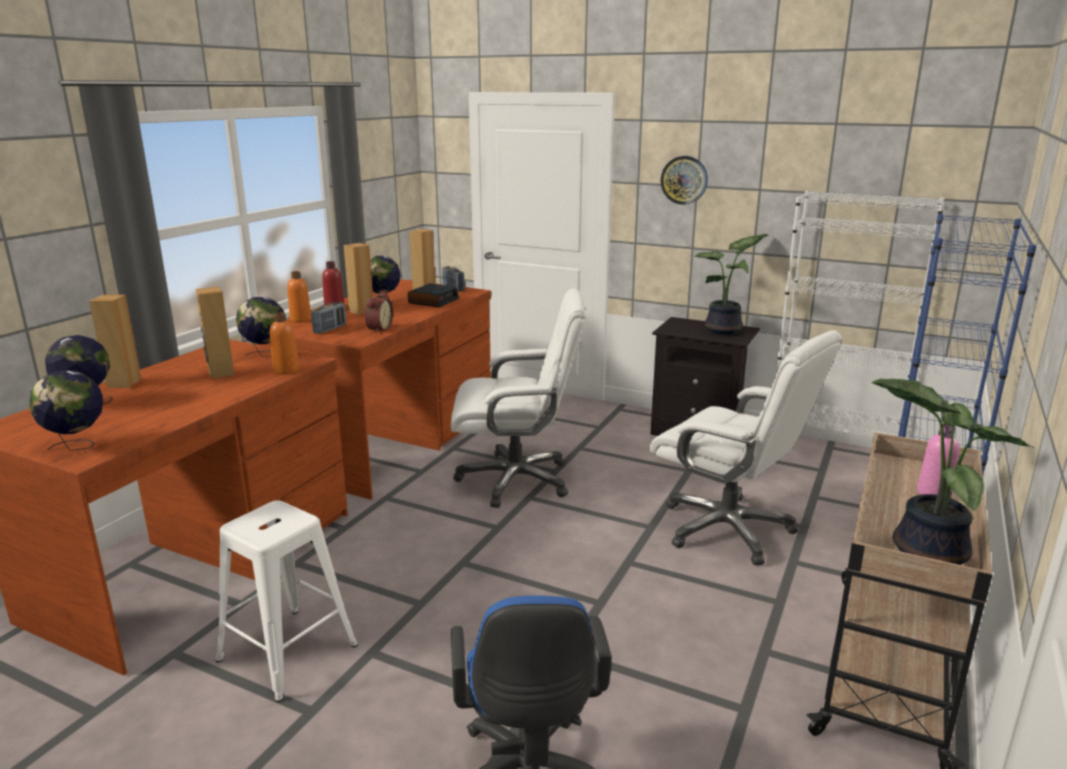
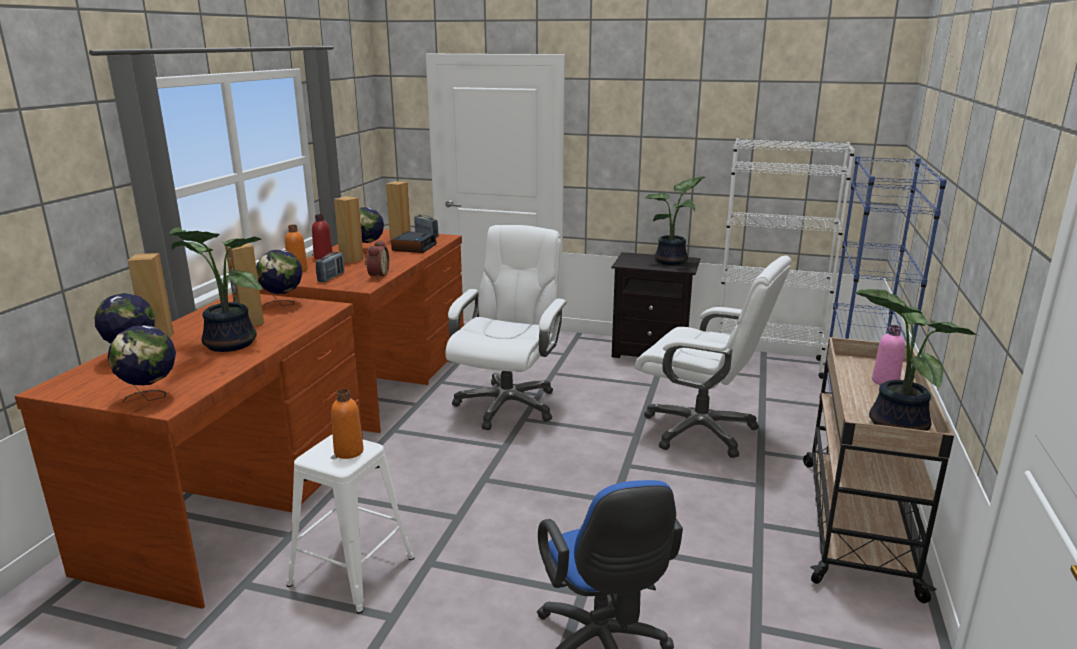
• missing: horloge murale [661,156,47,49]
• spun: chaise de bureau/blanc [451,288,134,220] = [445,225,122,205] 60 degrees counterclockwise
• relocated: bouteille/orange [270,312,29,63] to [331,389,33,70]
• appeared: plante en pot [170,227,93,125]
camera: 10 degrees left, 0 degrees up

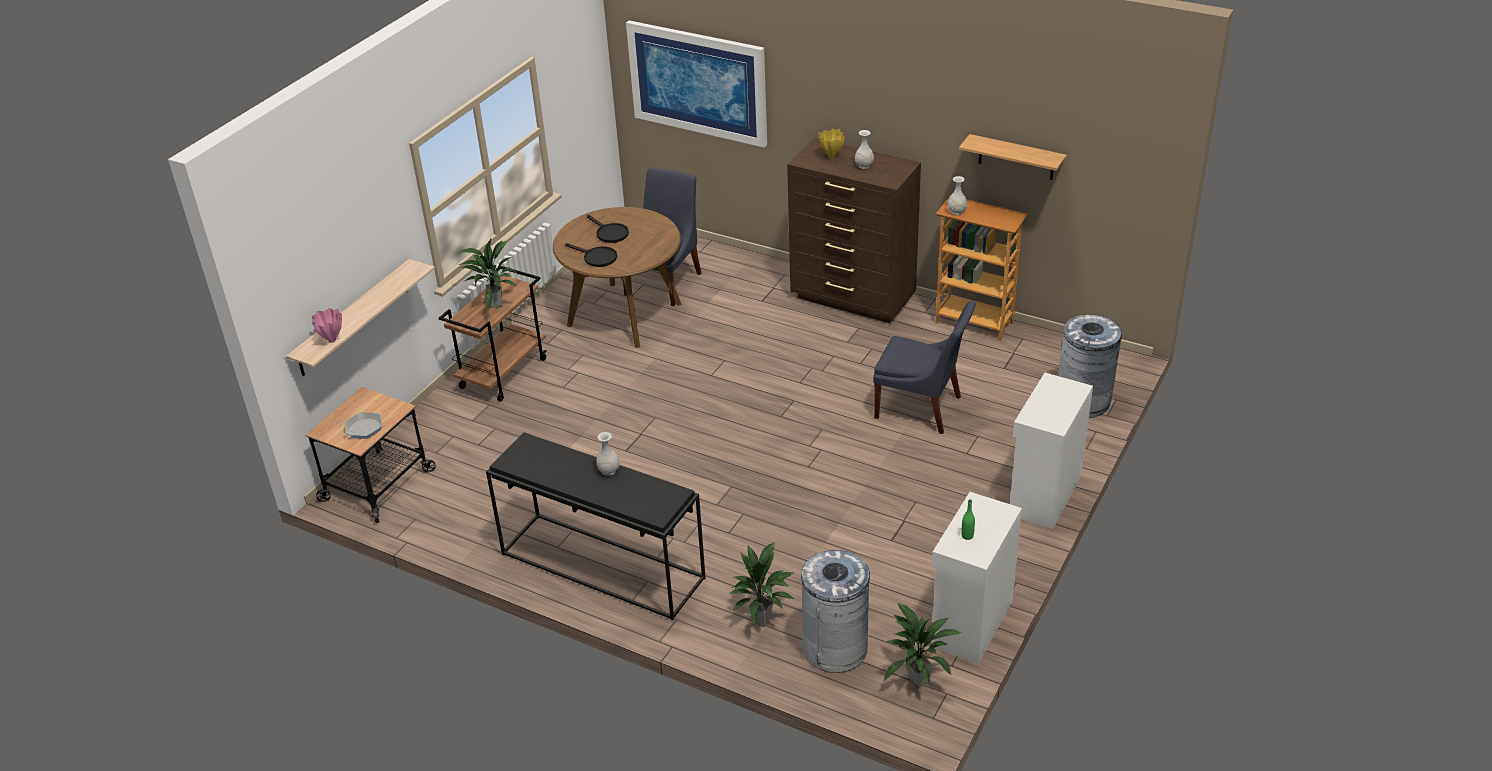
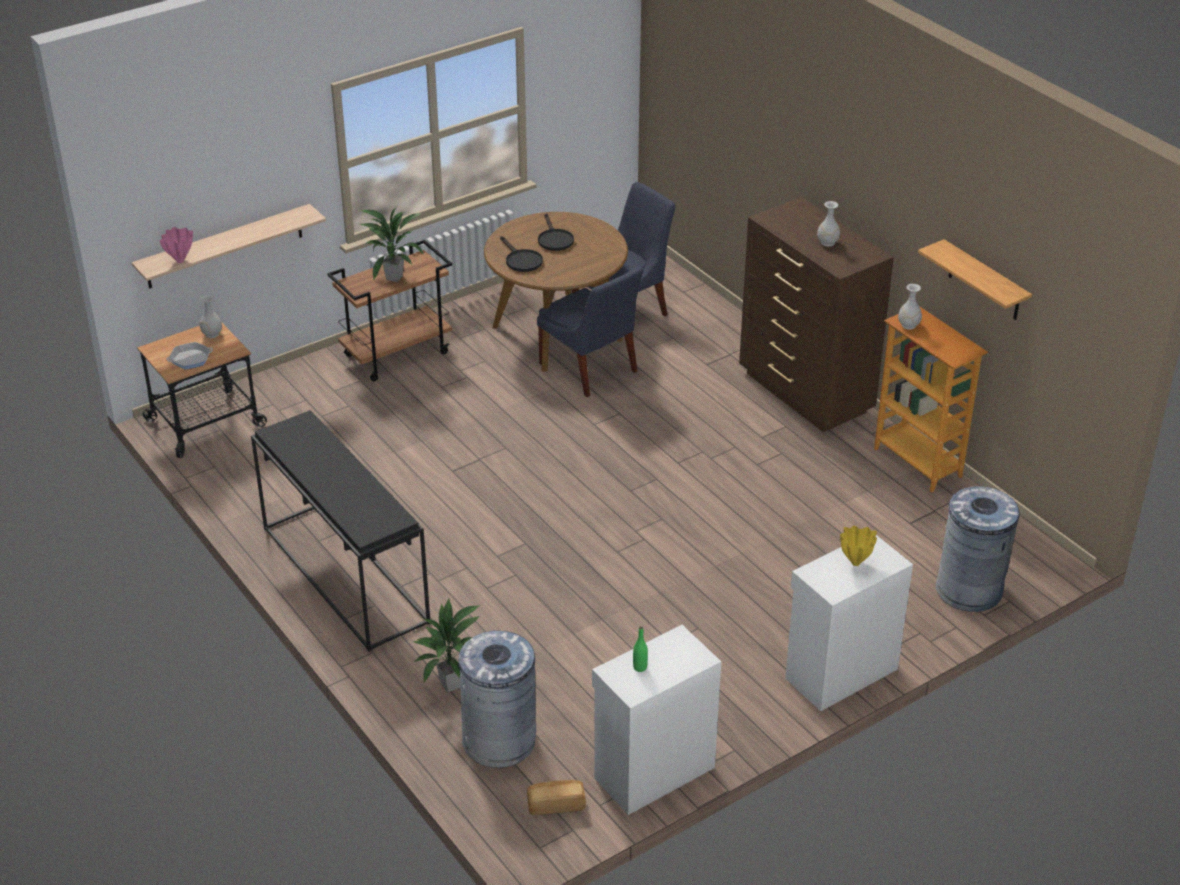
• missing: tableau [626,20,141,128]
• relocated: vase/jaune [818,129,27,29] to [840,526,37,40]
• relocated: chaise/bleu [873,301,103,133] to [537,267,107,130]
• relocated: vase/blanc [596,432,24,44] to [200,295,22,43]
• exchanged: plante en pot [883,602,79,86] to pain [527,780,59,35]
camera: 25 degrees right, 0 degrees up

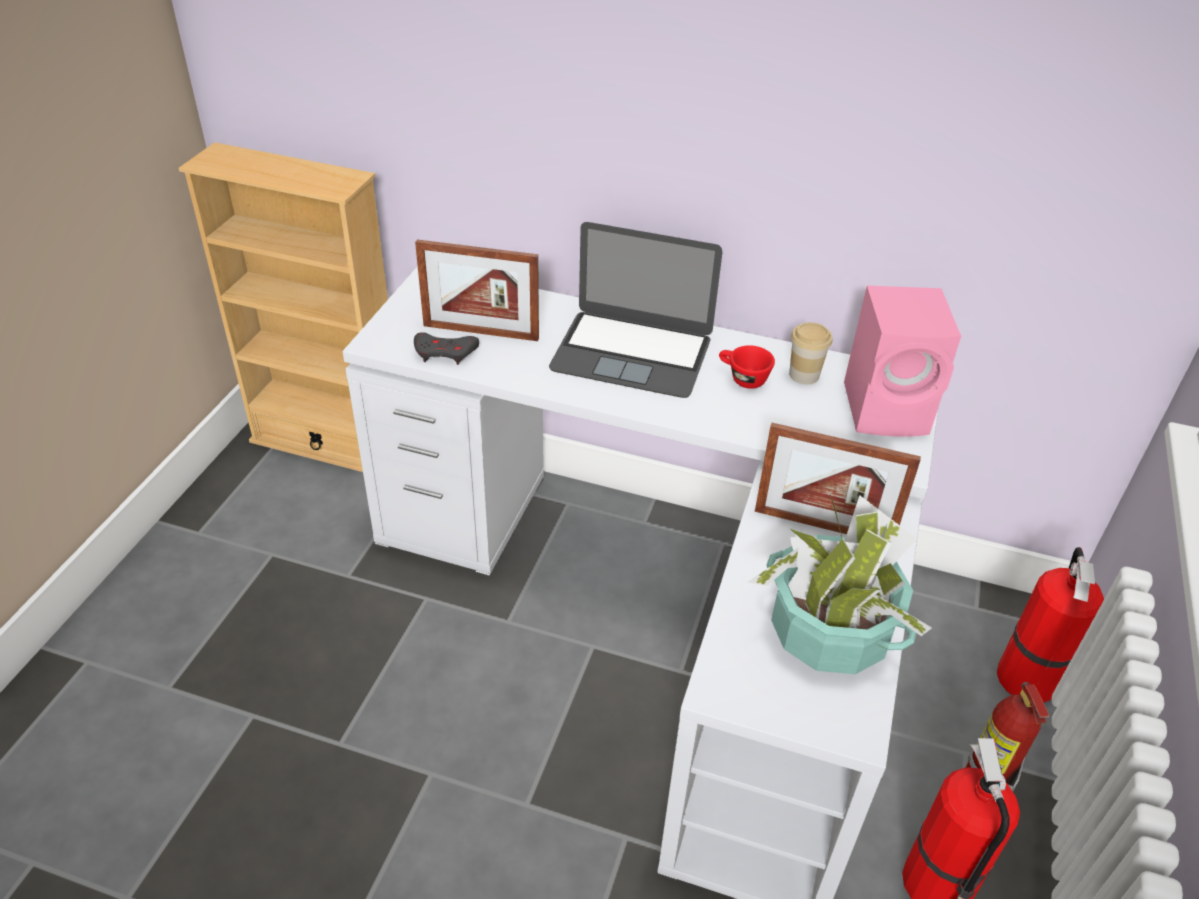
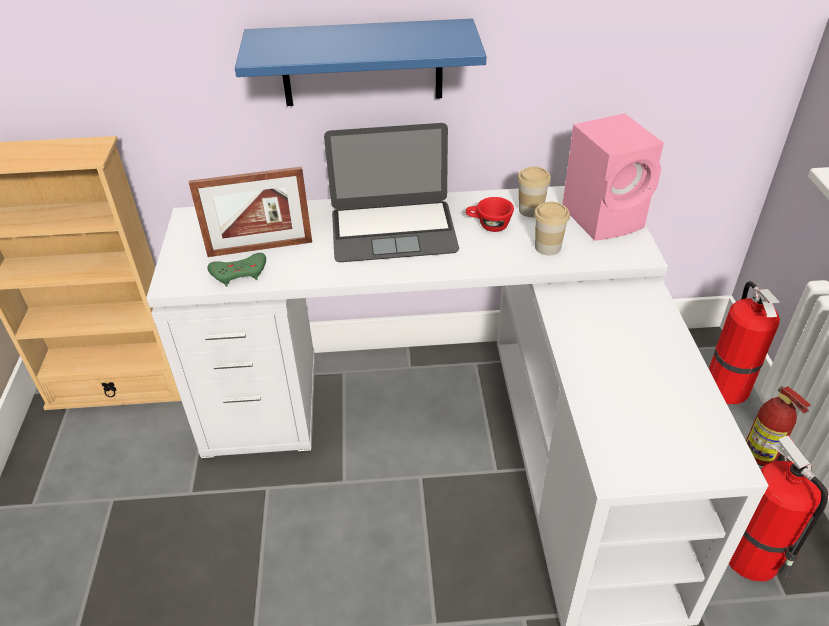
• colour: manette/gris [414,332,65,33] to manette/vert [207,253,59,33]
• missing: cadre photo [755,423,166,111]
• missing: plante en pot [748,491,184,183]
• appeared: étagère/bleu [235,19,251,87]
• appeared: tasse [534,202,36,53]
camera: 20 degrees left, 0 degrees up

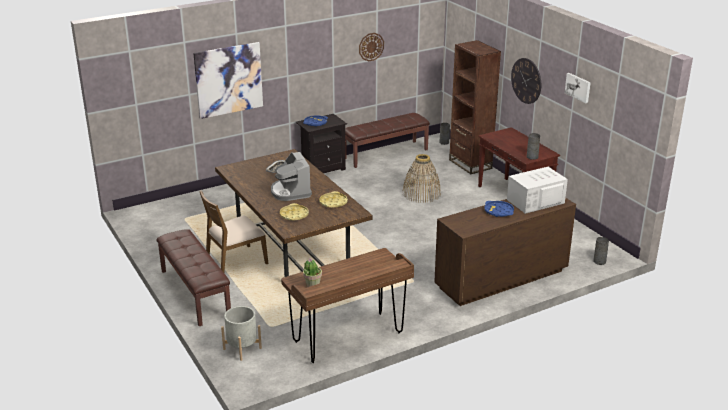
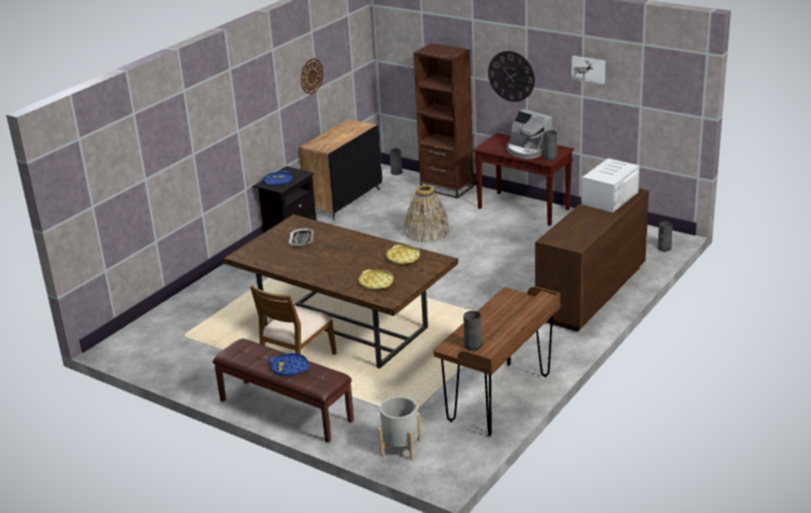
• missing: tableau [193,42,70,77]
• exchanged: banc/marron [345,113,85,55] to meuble de rangement/noir [299,119,83,101]
• relocated: machine à café [271,152,41,49] to [507,109,45,50]
• relocated: plateau/bleu [484,201,30,16] to [269,353,41,23]
• exchanged: plante en pot [303,259,19,28] to vase/gris [463,311,19,40]
camera: 25 degrees left, 0 degrees up

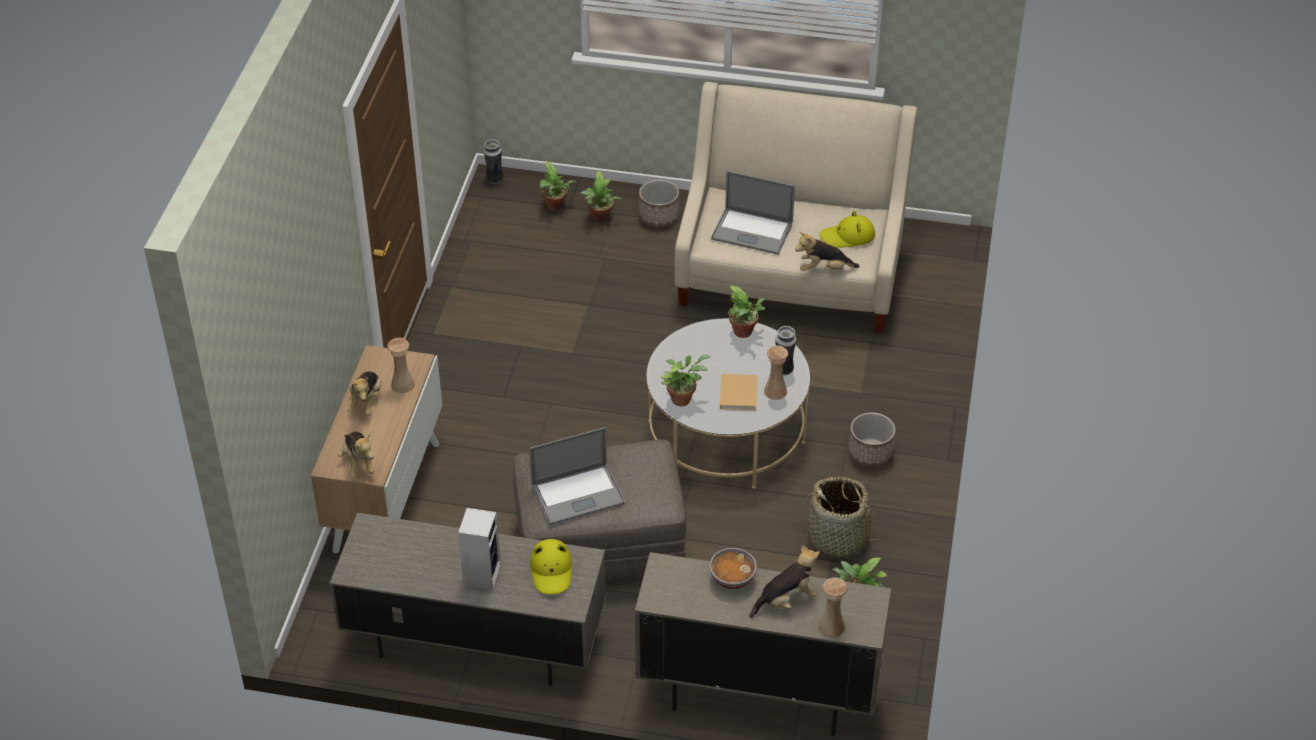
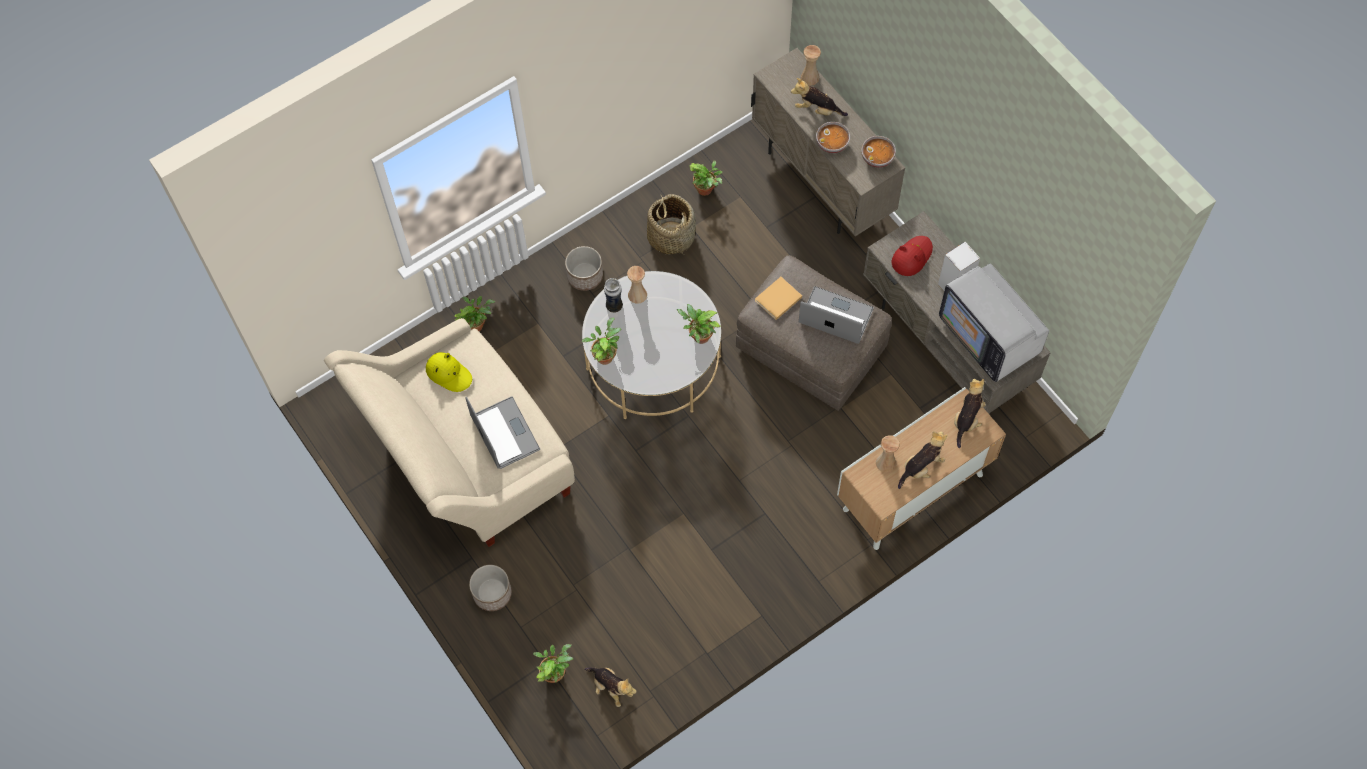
• missing: vase [484,139,20,45]
• relocated: plante en pot [580,171,42,51] to [454,296,41,35]
• relocated: peluche [795,232,65,39] to [584,667,53,40]
• relocated: livre/beige [720,374,37,36] to [755,277,47,43]
• colour: chapeau/jaune [530,539,42,56] to chapeau/rouge [892,236,41,40]
• appeared: bol [861,136,35,32]
• appeared: téléviseur [939,263,110,119]
camera: 135 degrees left, 20 degrees up

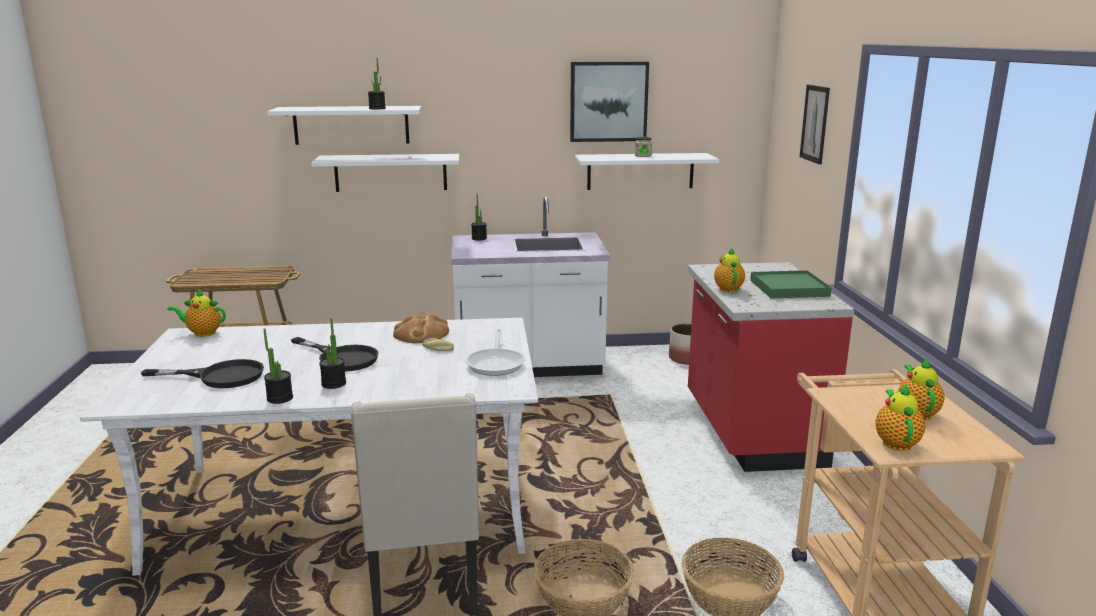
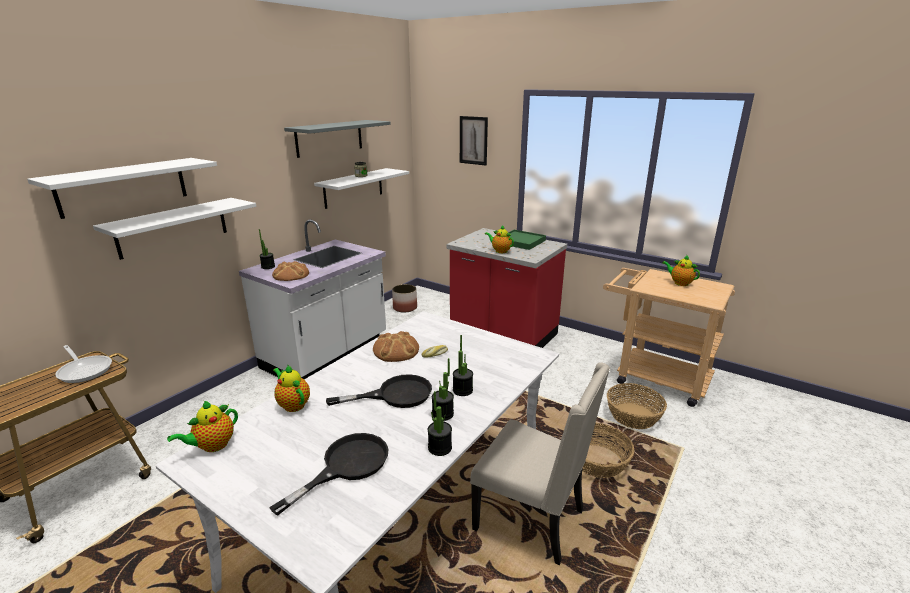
• relocated: plante en pot [368,58,18,51] to [453,335,20,61]
• exchanged: tableau [570,62,79,80] to étagère/gris [284,120,107,38]
• relocated: poêle [465,329,60,47] to [55,345,57,38]
• relocated: théière [875,384,50,67] to [273,365,37,47]
• appeared: pain [272,261,37,20]
camera: 50 degrees left, 5 degrees up

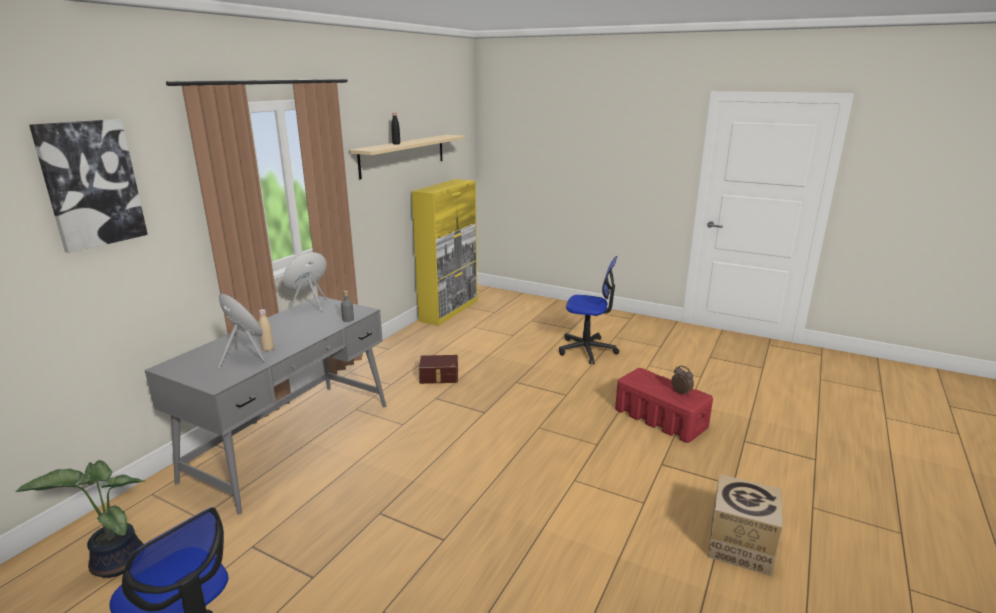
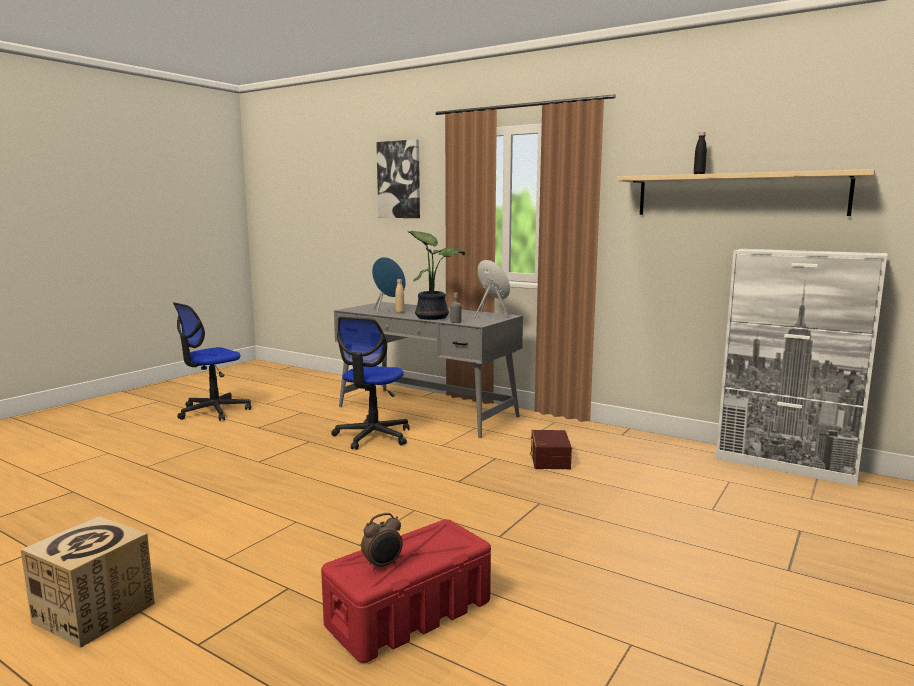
• colour: meuble de rangement/jaune [412,179,65,147] to meuble de rangement/blanc [716,249,172,238]
• relocated: chaise de bureau [559,256,60,108] to [331,317,79,133]
• relocated: plante en pot [15,460,130,118] to [408,231,57,89]
camera: 95 degrees right, 10 degrees down

